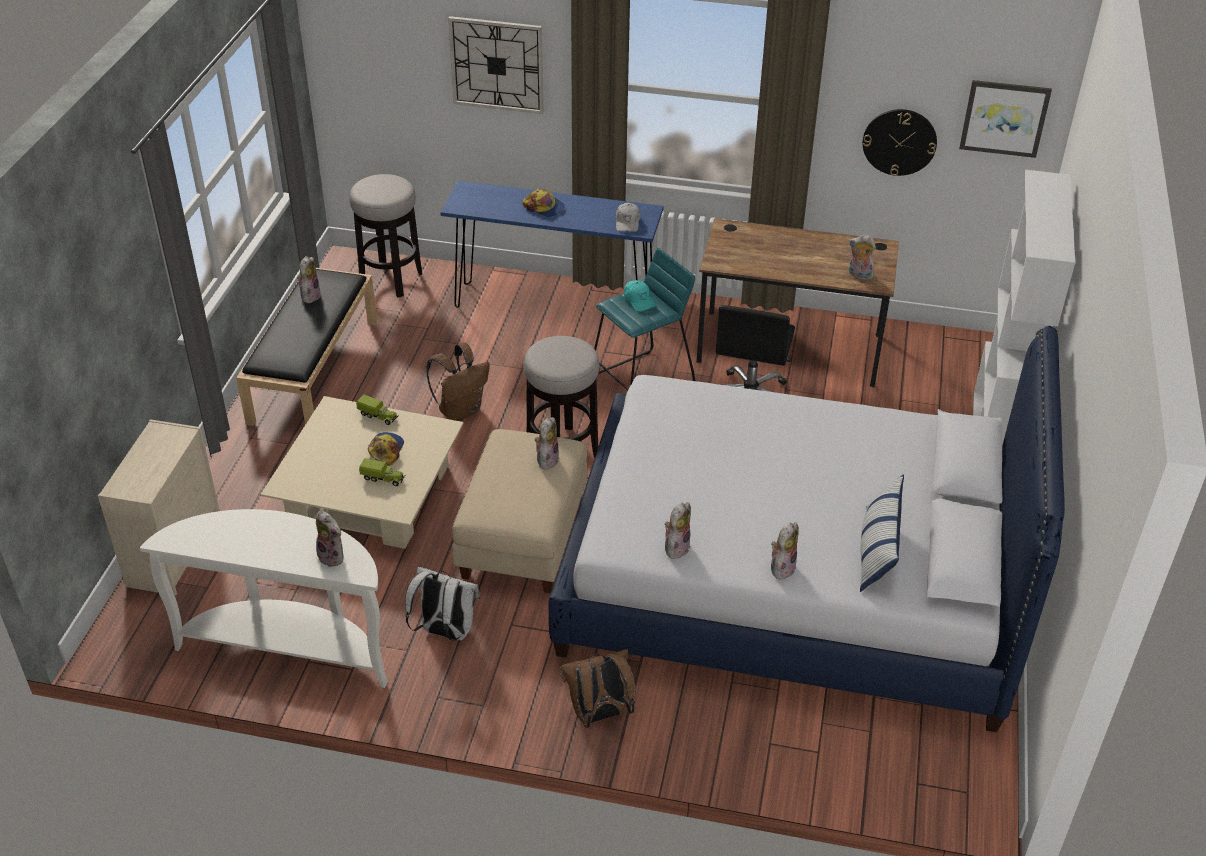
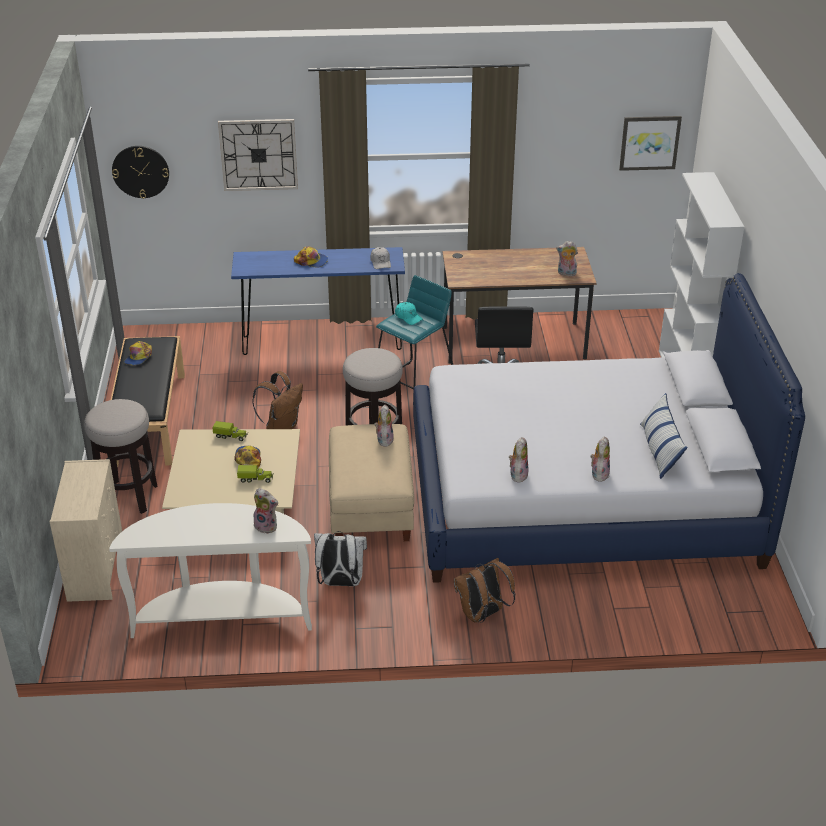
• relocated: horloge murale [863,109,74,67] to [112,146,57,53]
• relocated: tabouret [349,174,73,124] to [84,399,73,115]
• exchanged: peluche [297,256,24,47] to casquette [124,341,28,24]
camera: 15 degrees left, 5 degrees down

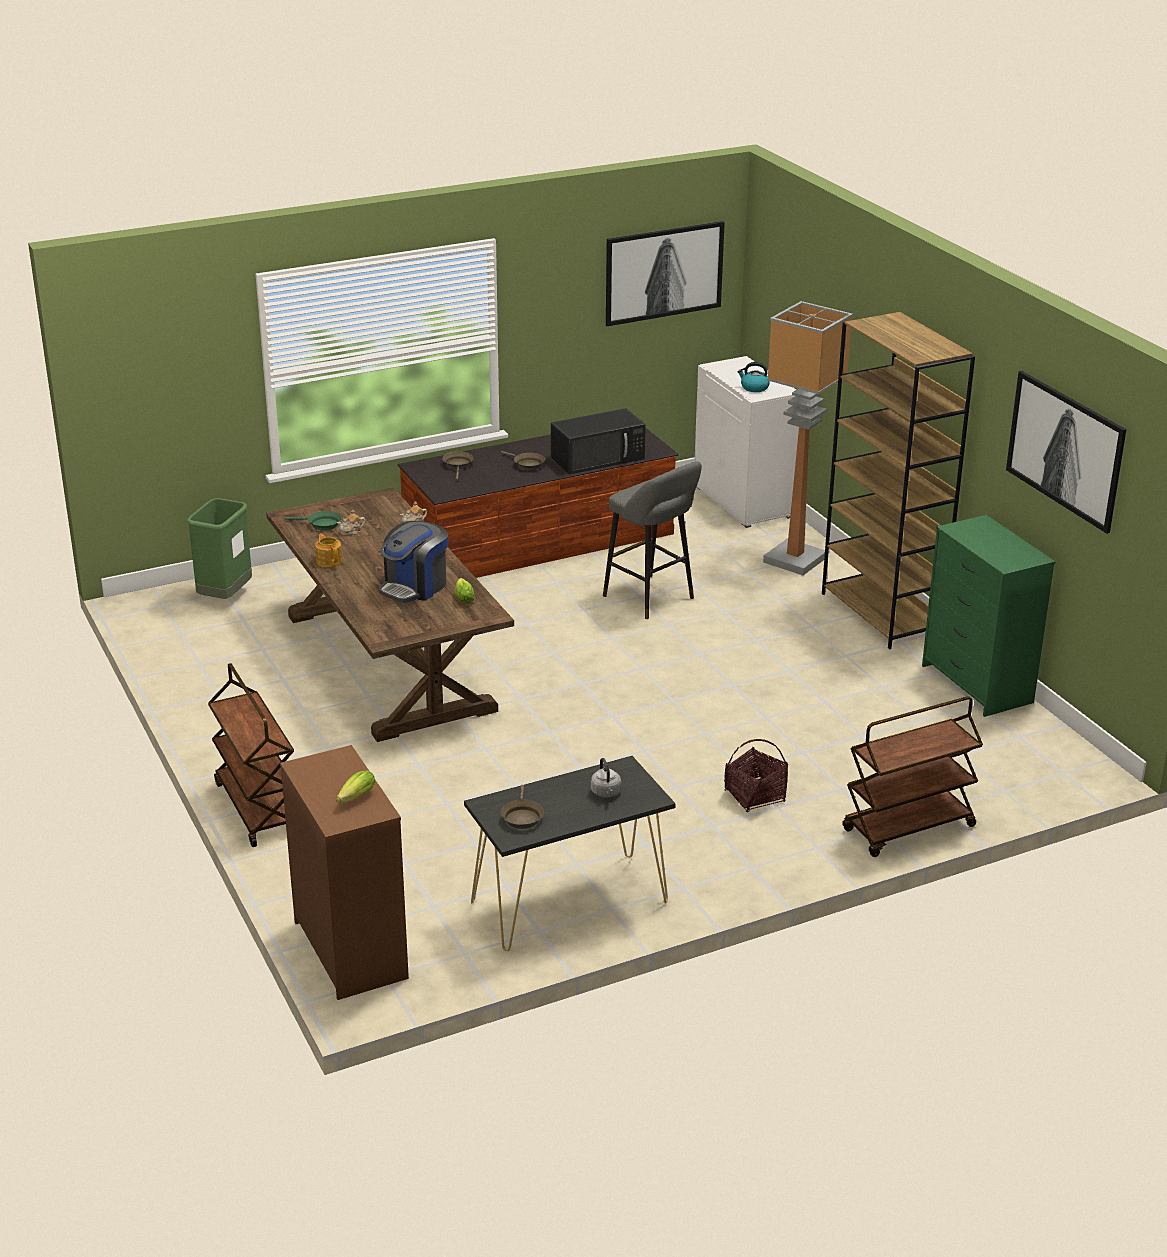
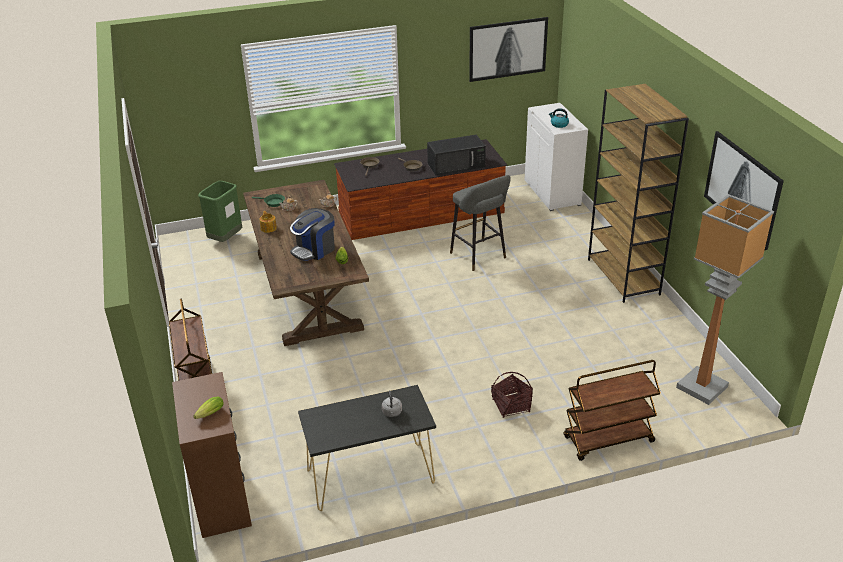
• relocated: lampadaire [763,301,90,274] to [676,194,98,211]
• missing: commode/vert [922,515,133,202]
• missing: poêle/marron [501,785,43,44]
camera: 10 degrees right, 5 degrees up

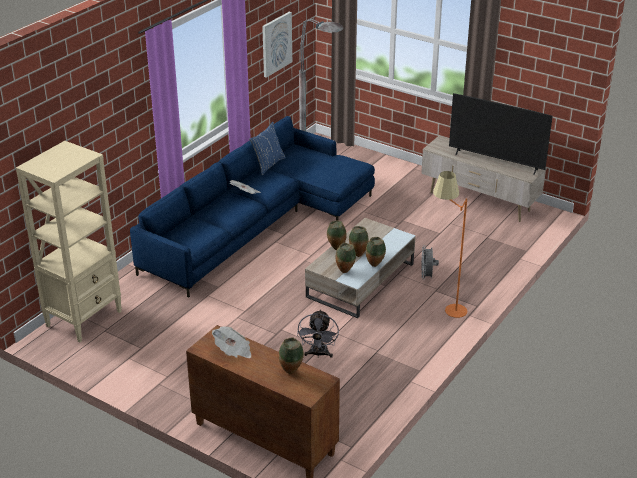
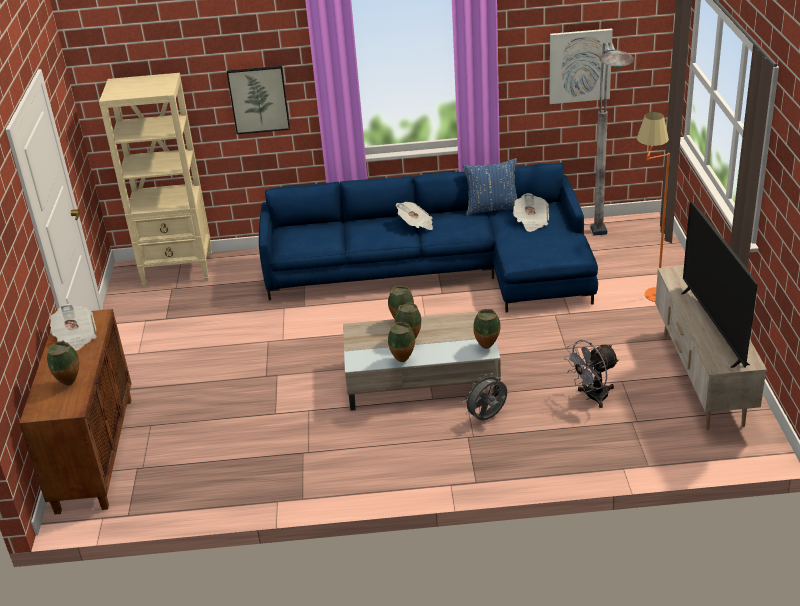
• relocated: lampadaire/orange [433,171,34,147] to [637,112,33,190]
• relocated: vase [336,243,20,30] to [473,309,28,40]
• relocated: ventilateur/gris [297,309,42,49] to [564,340,55,68]
• appeared: tableau [227,66,63,68]
• appeared: journal [513,193,36,39]
camera: 55 degrees right, 0 degrees up

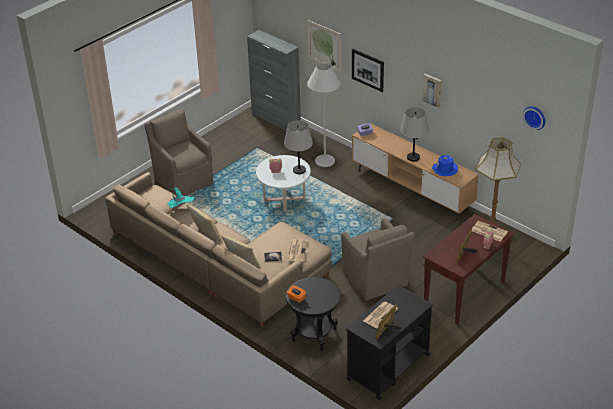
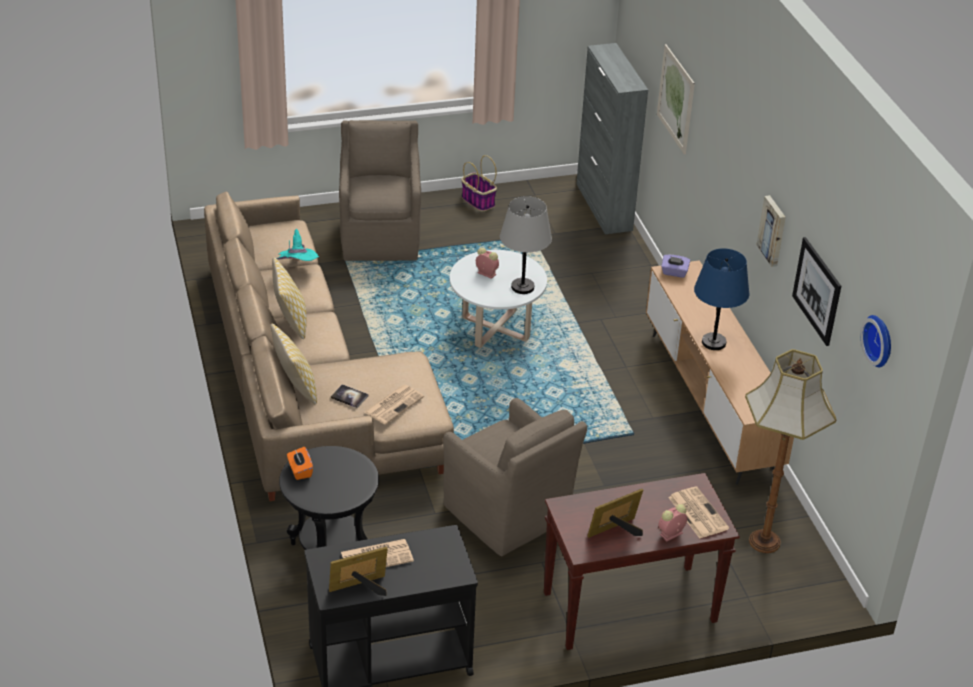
• relocated: tableau [352,49,32,43] to [792,237,49,109]
• missing: lampadaire/blanc [307,63,33,104]
• colour: lampe de table/gris [400,107,29,54] to lampe de table/bleu [694,248,55,102]
• missing: chapeau/bleu [432,154,26,22]
• spun: fauteuil/marron [341,218,73,83] = [443,398,144,158] 45 degrees counterclockwise
• appeared: panier [461,155,36,56]
camera: 30 degrees right, 0 degrees up

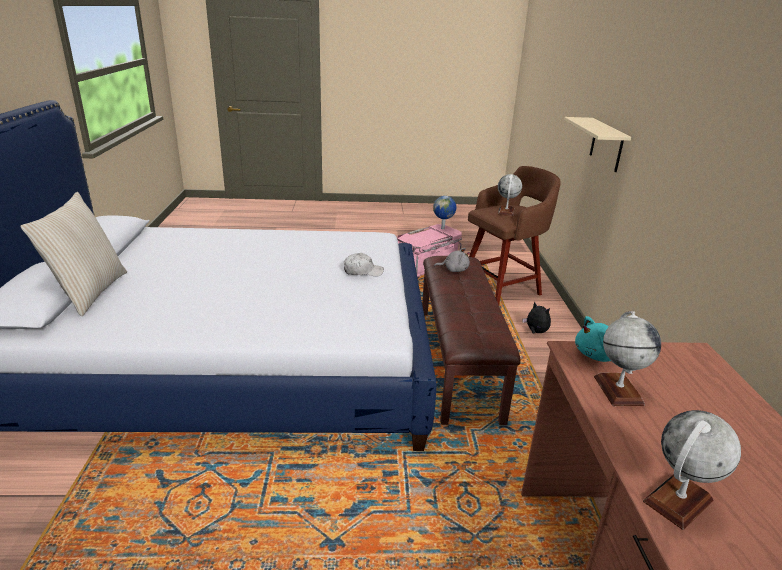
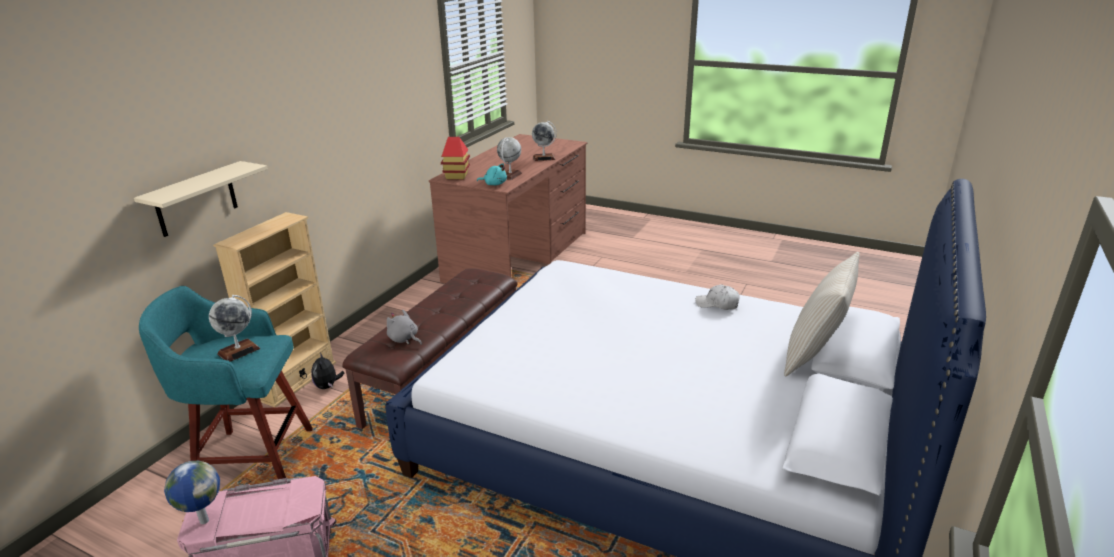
• colour: tabouret/marron [468,166,93,139] to tabouret/turquoise [139,286,174,193]
• relocated: casquette/blanc [344,253,40,24] to [695,284,45,26]
• appeared: maison miniature [441,137,29,42]
• appeared: bibliothèque/beige [213,212,123,195]
camera: 150 degrees left, 0 degrees up

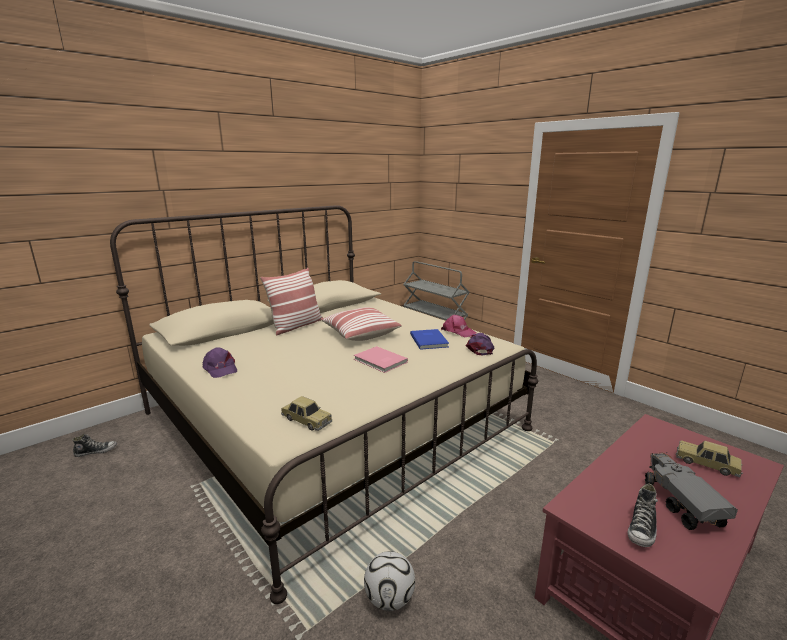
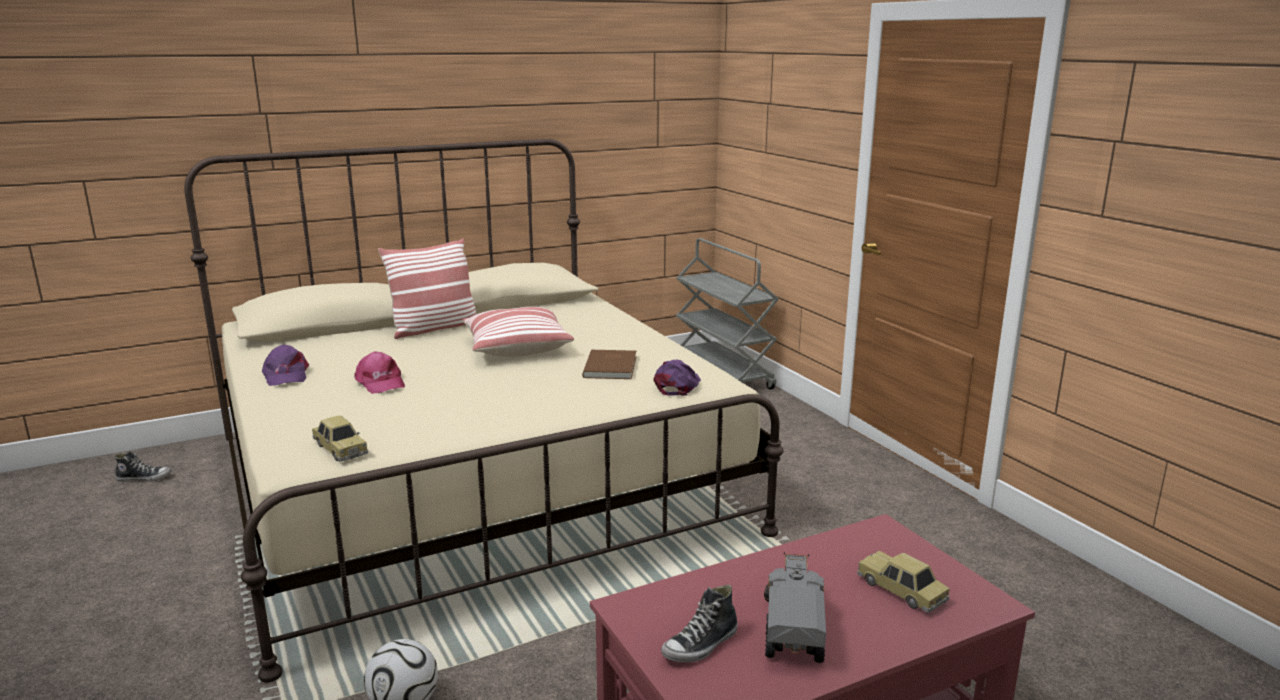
• relocated: casquette/rose [441,315,36,22] to [354,352,51,42]
• colour: livre/bleu [410,329,39,21] to livre/marron [582,350,54,29]
• missing: livre/rose [354,346,54,27]
camera: 15 degrees right, 0 degrees up

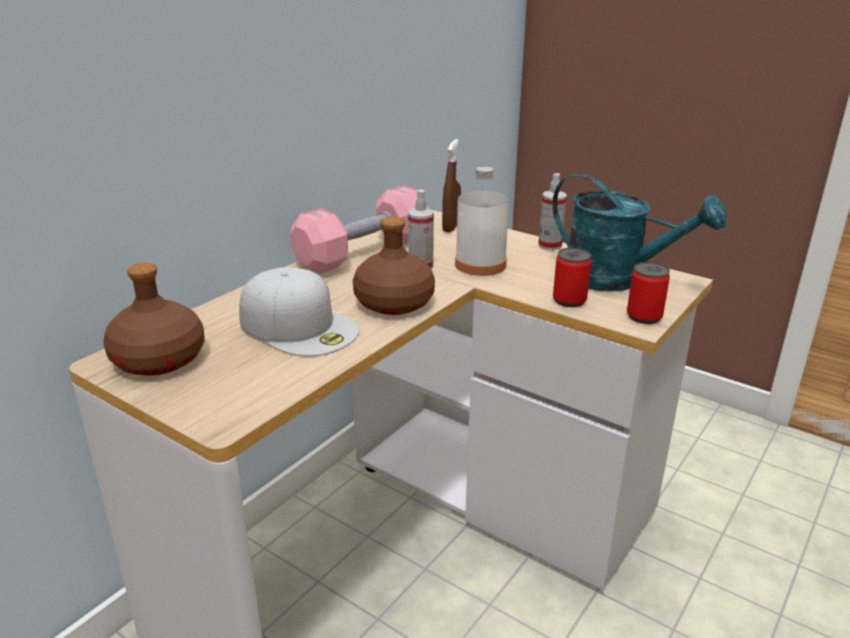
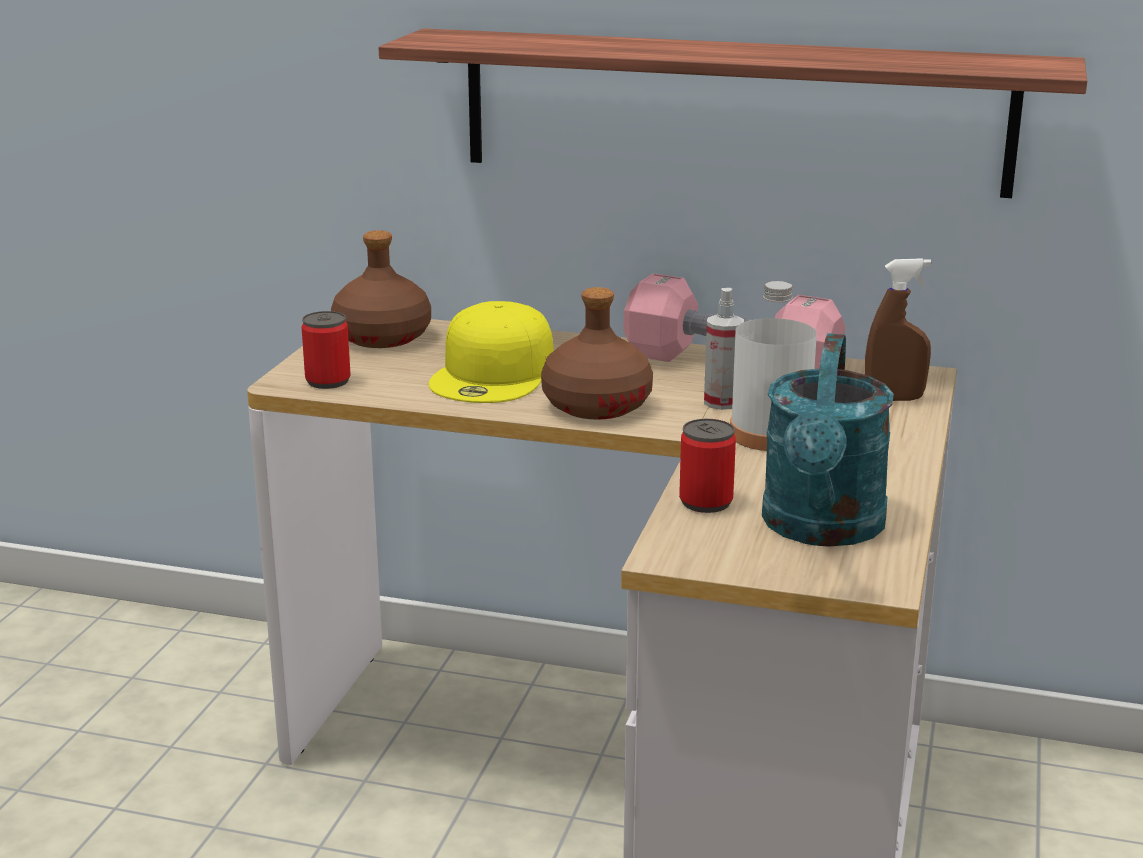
• missing: vaporisateur [538,173,29,78]
• relocated: boîte métallique [627,262,43,62] to [301,311,50,78]
• colour: casquette/blanc [239,267,121,90] to casquette/jaune [429,301,125,102]
• appeared: étagère [379,28,708,170]
camera: 70 degrees right, 5 degrees down

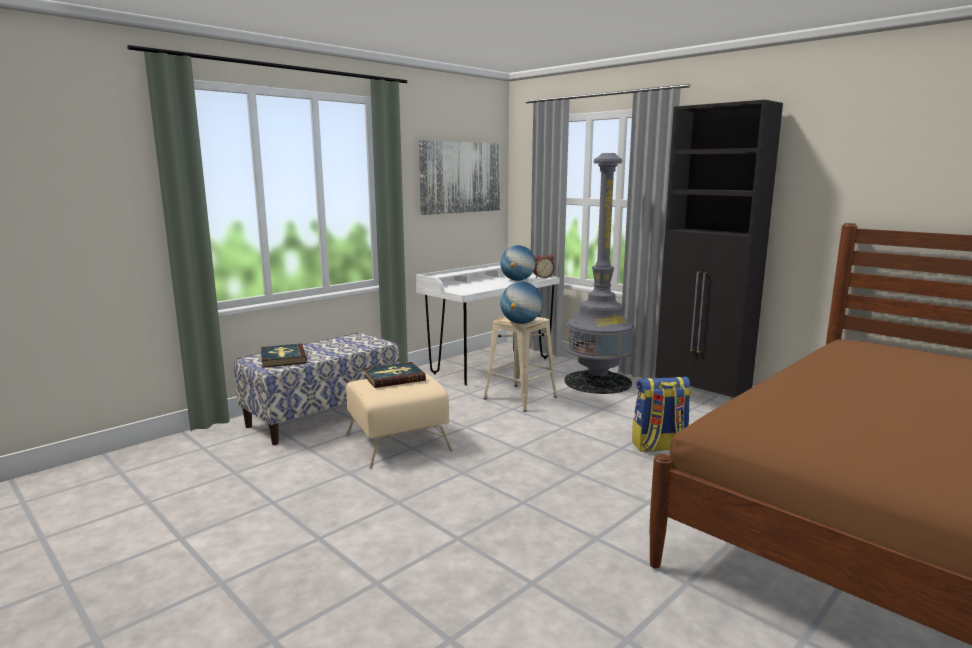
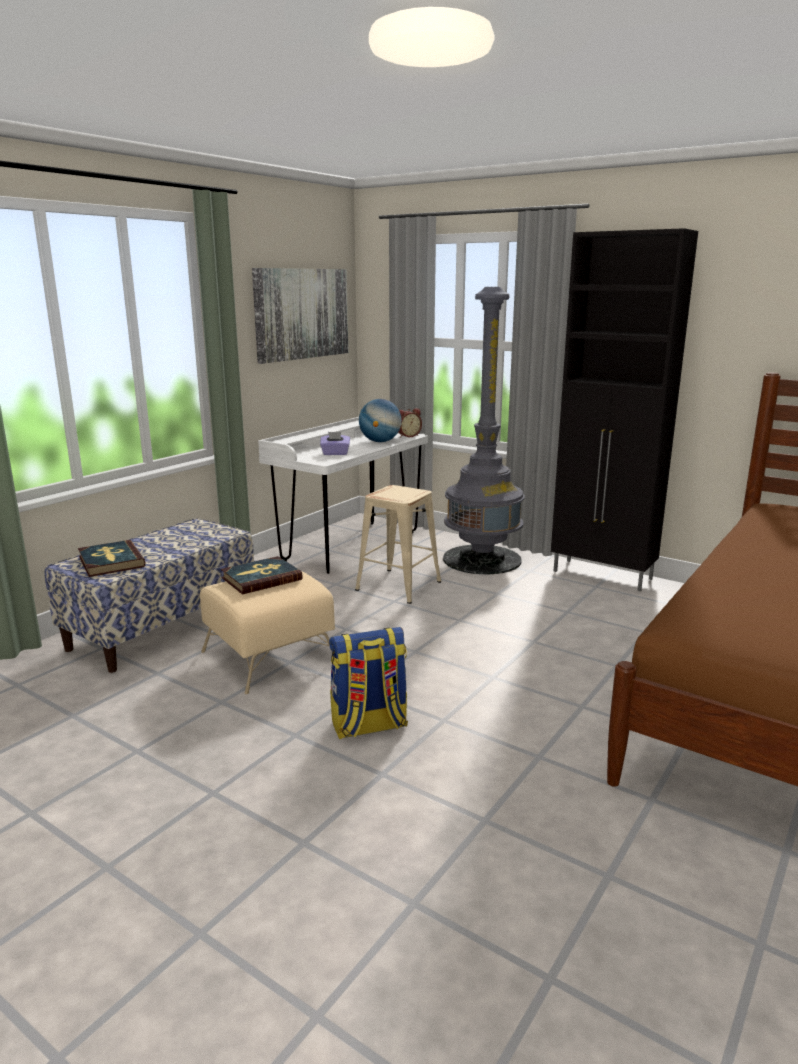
• missing: globe [500,282,42,42]
• relocated: sac à dos [632,377,59,75] to [329,627,79,112]
• appeared: boîte à mouchoirs/violet [320,432,30,23]
camera: 10 degrees left, 5 degrees up

